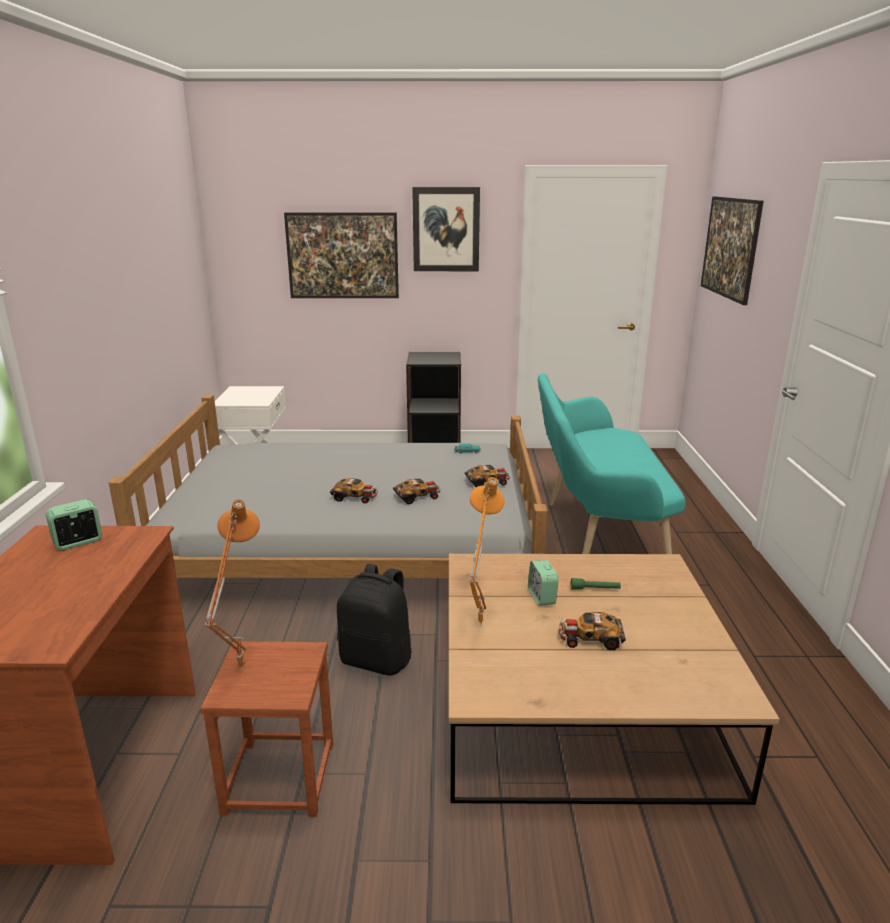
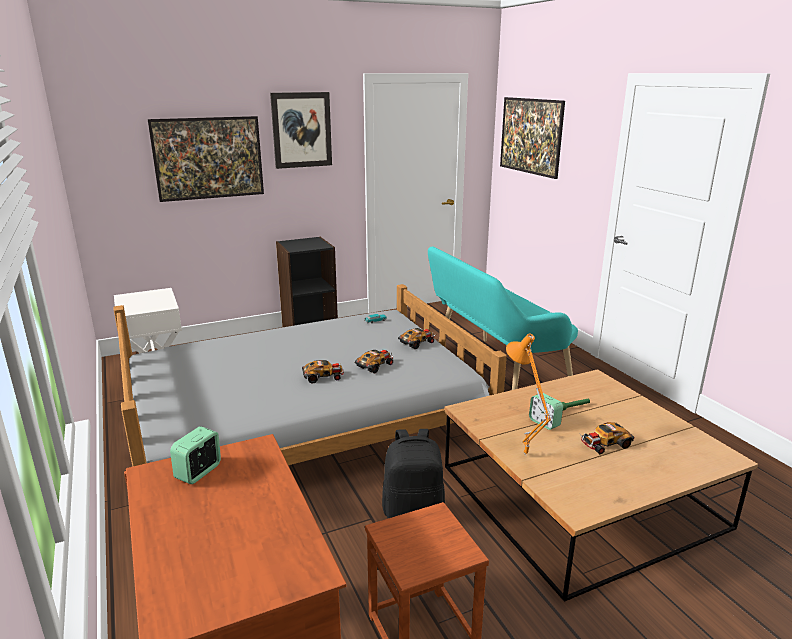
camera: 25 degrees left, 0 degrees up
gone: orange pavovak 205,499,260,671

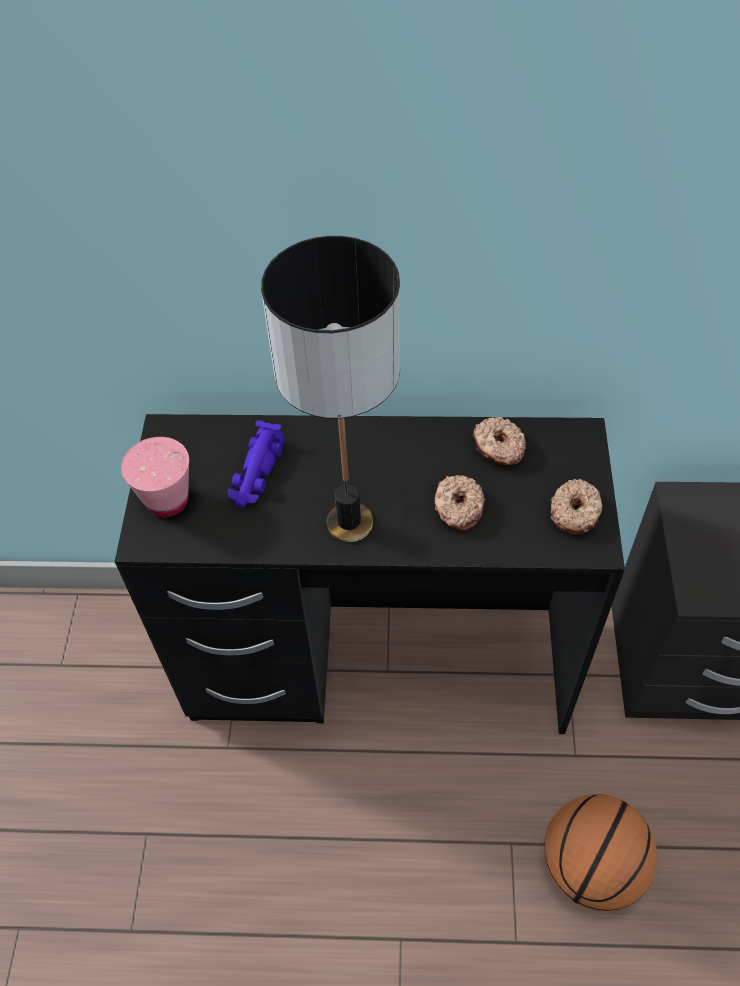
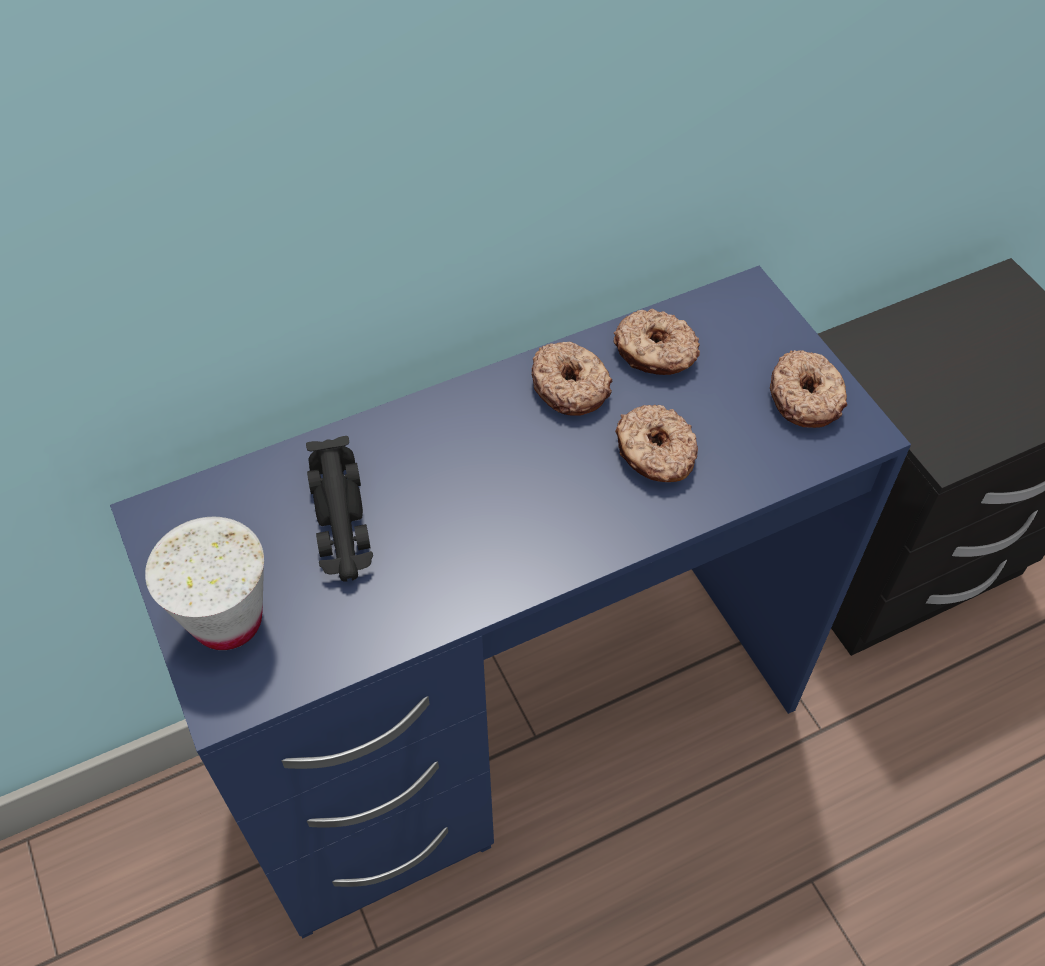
camera: 30 degrees left, 0 degrees up
gone: pavovak 261,236,400,542; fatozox 544,794,658,912
new: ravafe 532,341,612,416
repainted: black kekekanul 115,414,625,734 to blue kekekanul 110,266,911,938; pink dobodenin 121,437,189,517 to white dobodenin 145,517,264,650; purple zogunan 227,420,285,507 to black zogunan 306,436,373,582

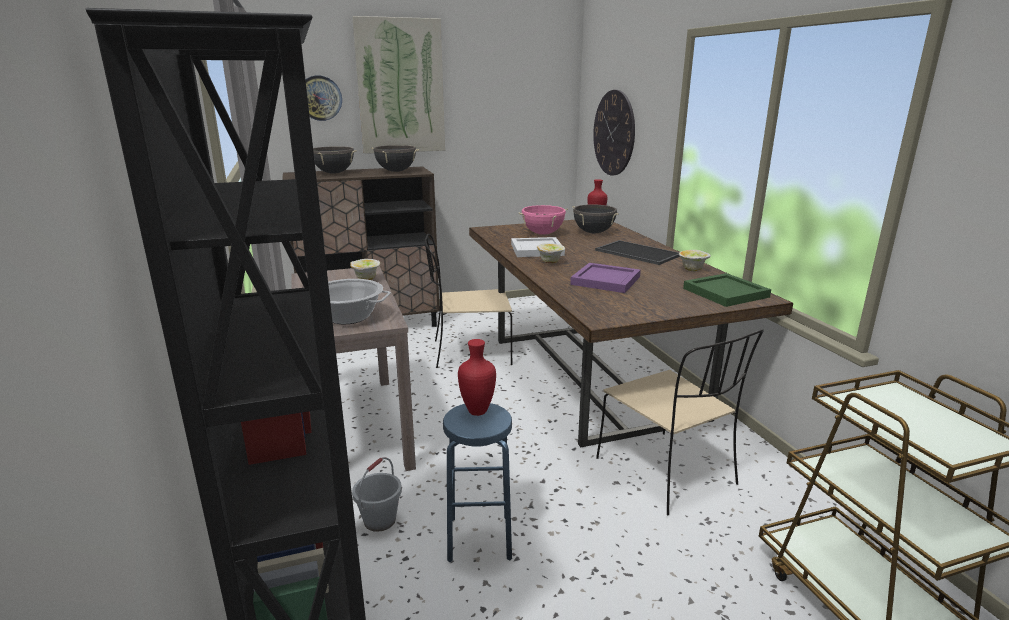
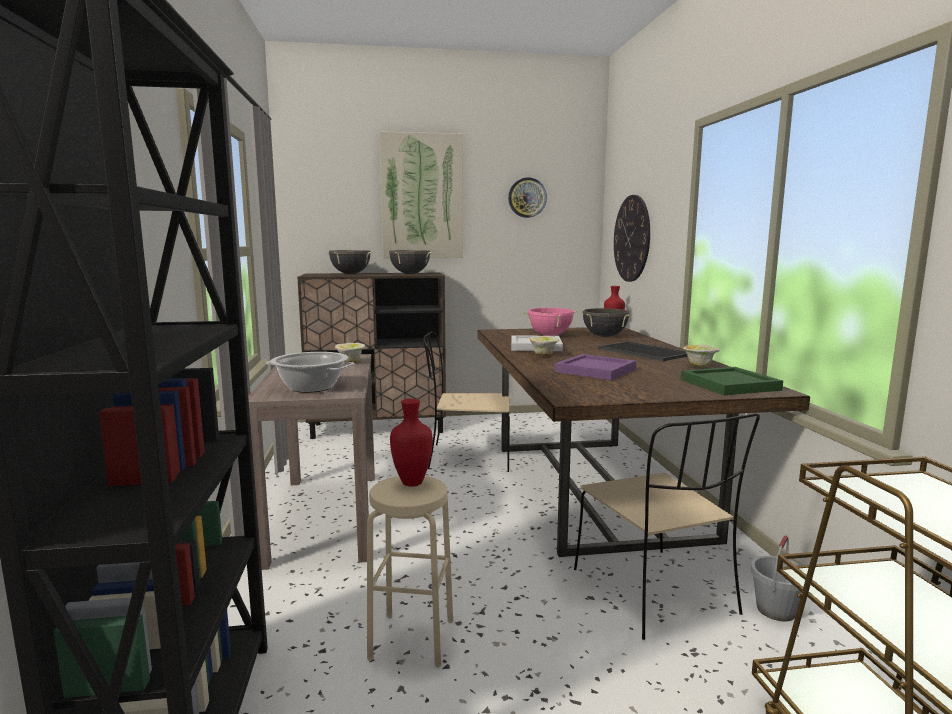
camera: 10 degrees right, 10 degrees down
shifted: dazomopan 305,76,342,121 to 508,177,547,218; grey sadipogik 352,457,402,532 to 751,535,802,621
repainted: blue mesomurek 443,403,512,562 to beige mesomurek 367,476,453,668

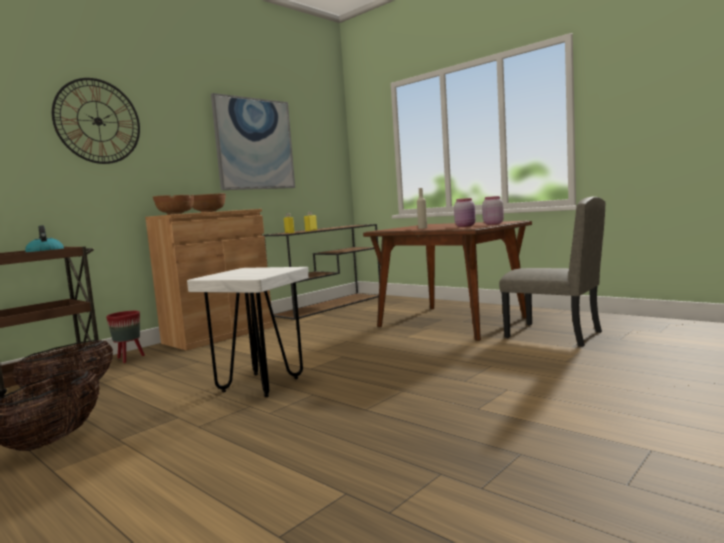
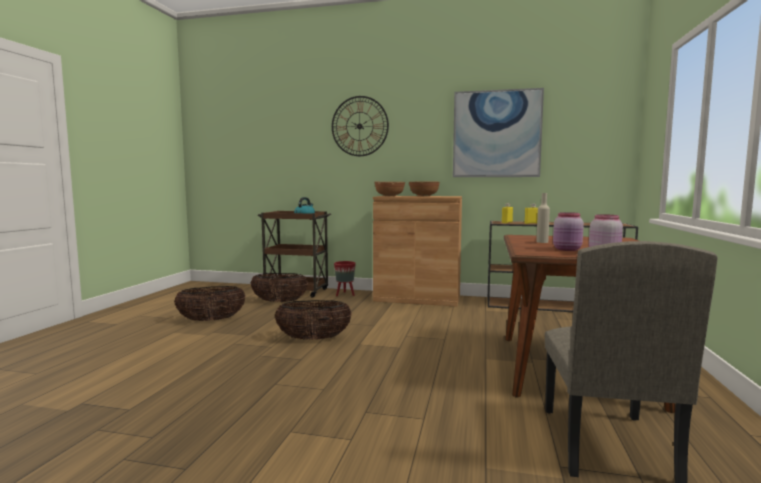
camera: 60 degrees right, 0 degrees up
swapped: white mesomurek 187,267,309,397 to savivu 275,300,352,340

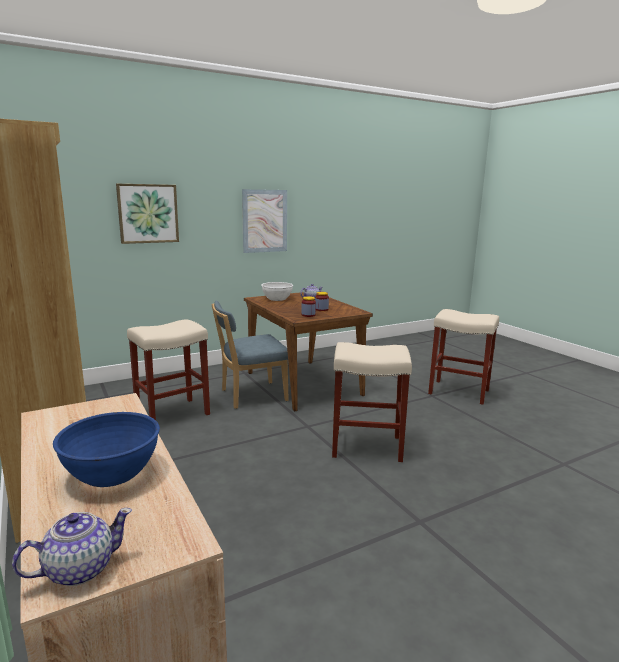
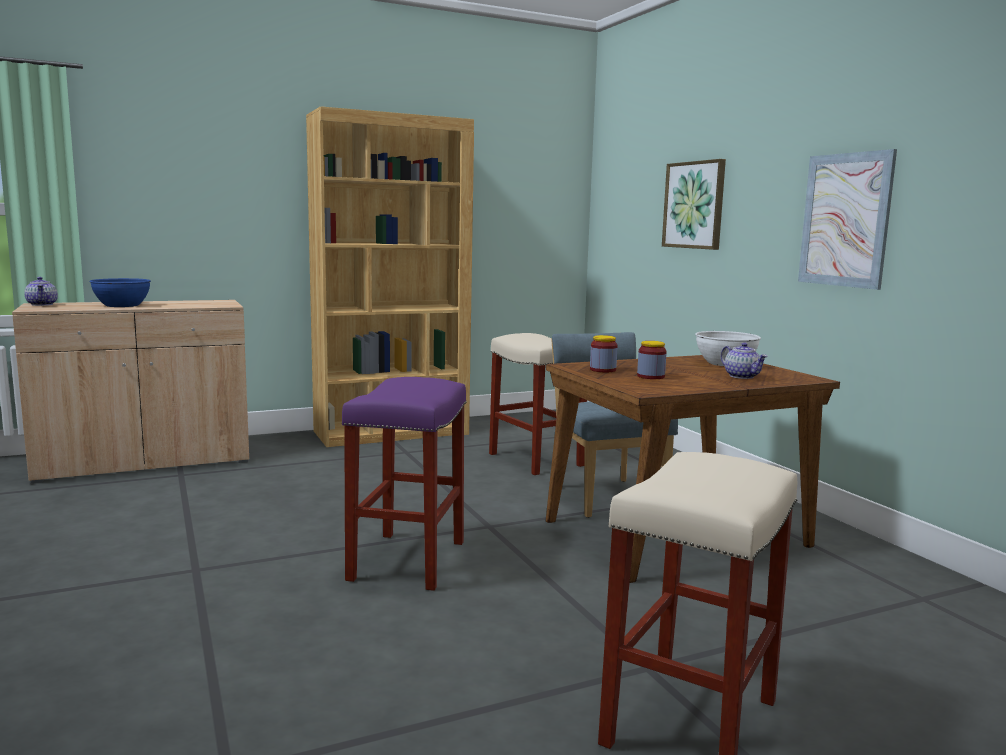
camera: 95 degrees right, 5 degrees down
repainted: beige mesomurek 332,342,412,462 to purple mesomurek 342,377,467,591

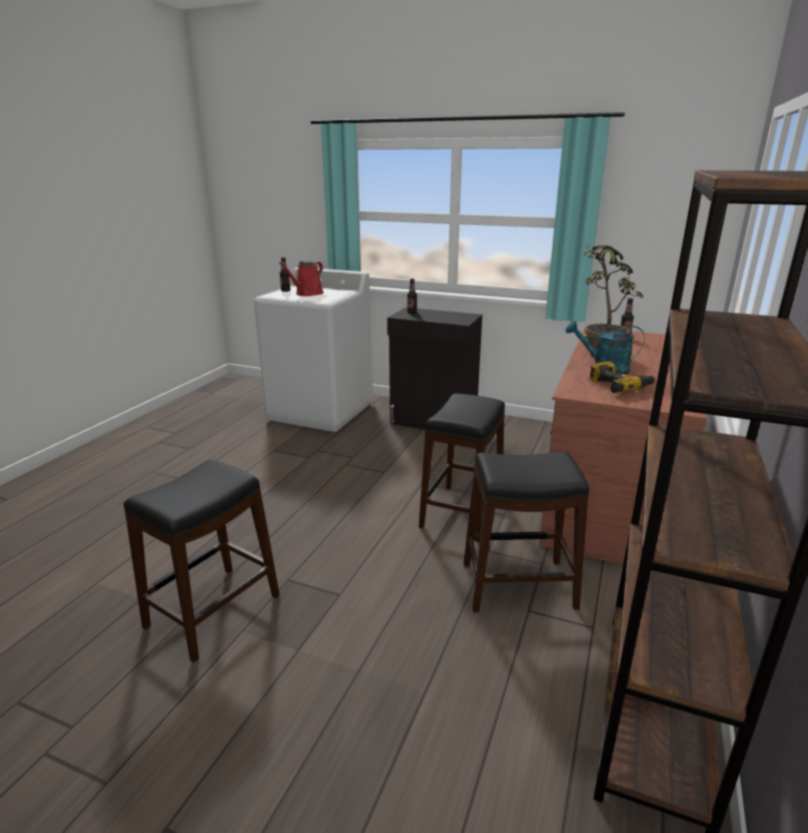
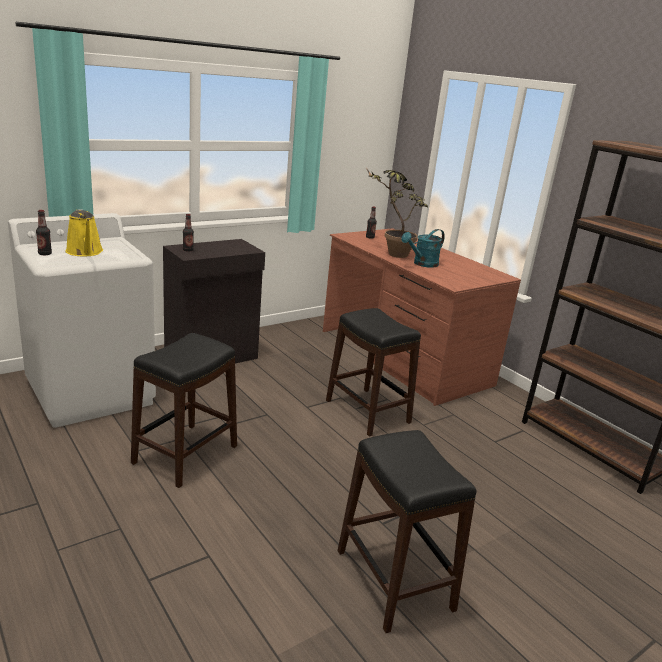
camera: 60 degrees left, 0 degrees up
gone: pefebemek 590,361,656,393
shifted: black mesomurek 463,451,589,612 to 131,333,237,488
repainted: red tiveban 279,261,324,296 to yellow tiveban 65,209,103,256

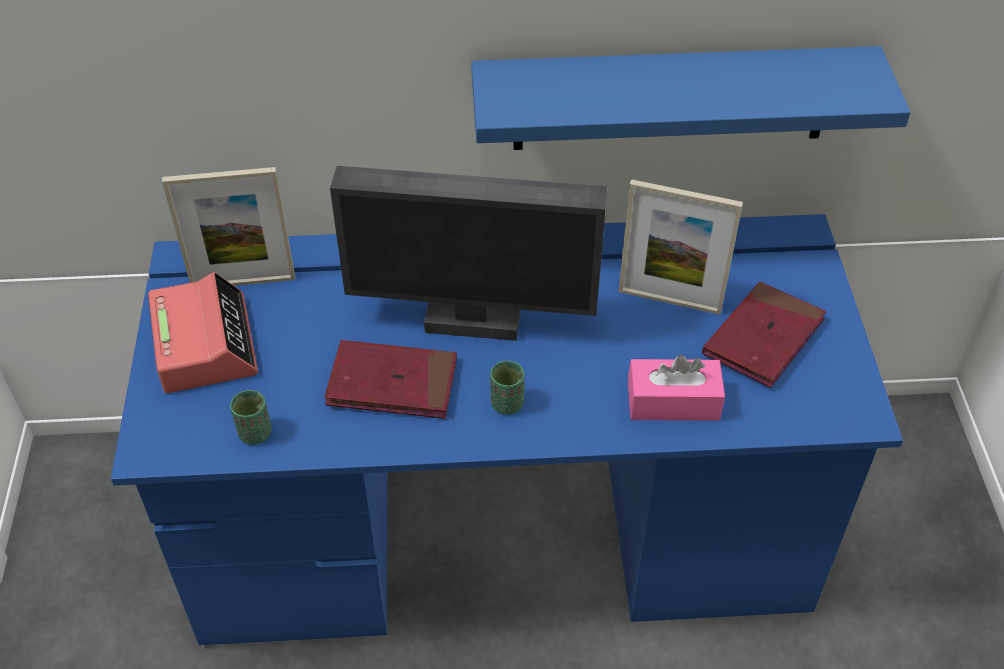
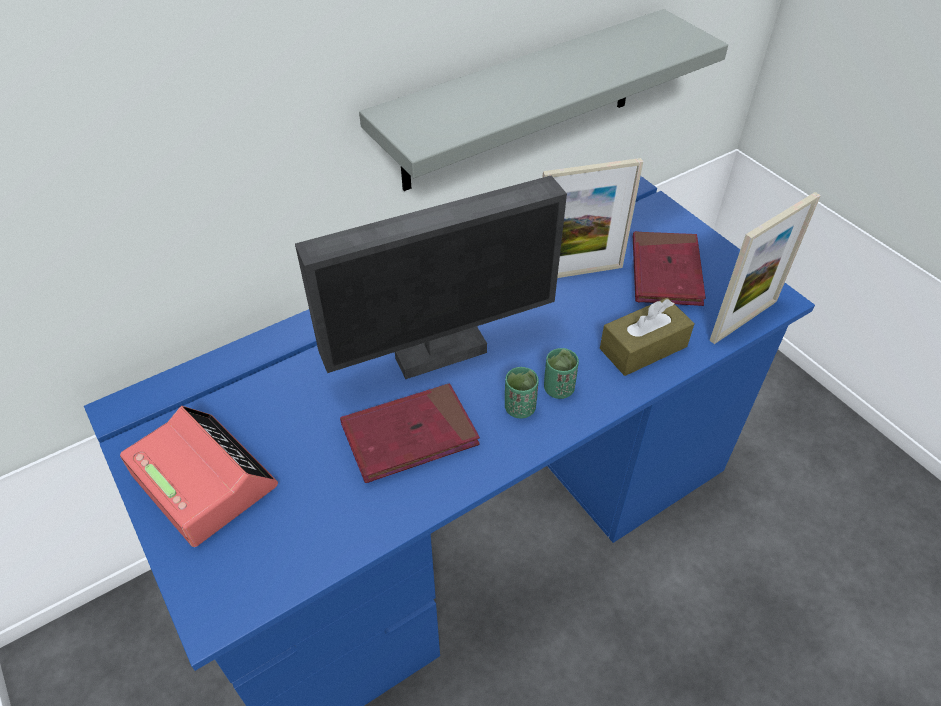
camera: 30 degrees left, 0 degrees up
shifted: green dobodenin 230,390,272,445 to 544,348,579,399; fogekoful 162,167,295,286 to 709,192,821,344
repainted: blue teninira 471,46,911,150 to grey teninira 359,9,728,191; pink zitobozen 628,355,725,421 to brown zitobozen 600,298,694,376

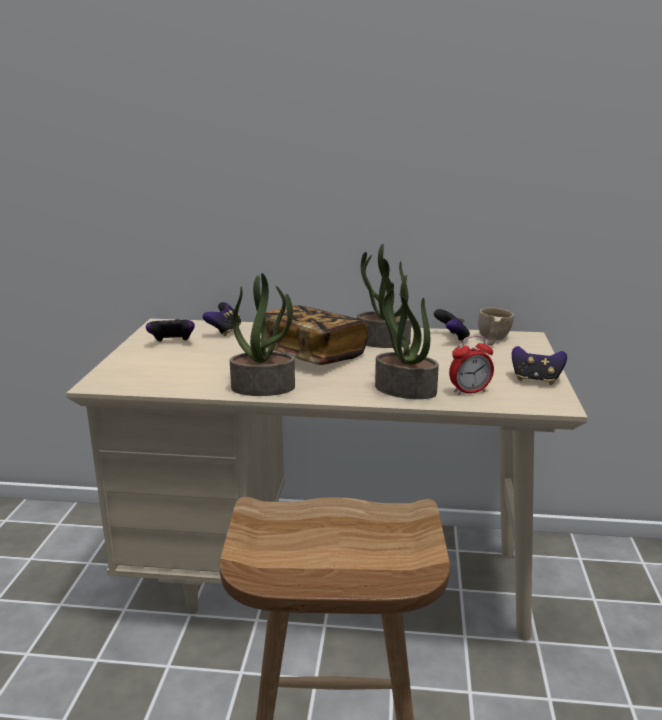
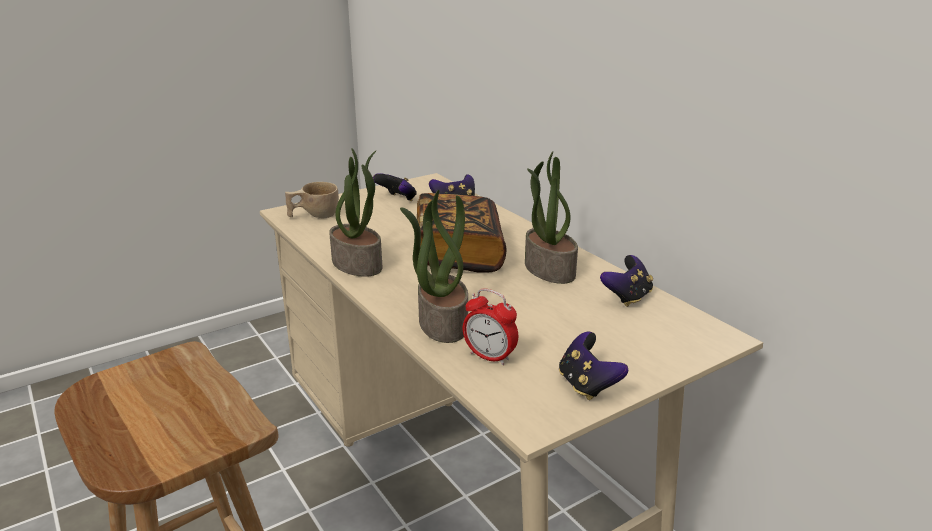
camera: 50 degrees right, 5 degrees up
shifted: beige dobodenin 478,307,514,346 to 285,182,339,218

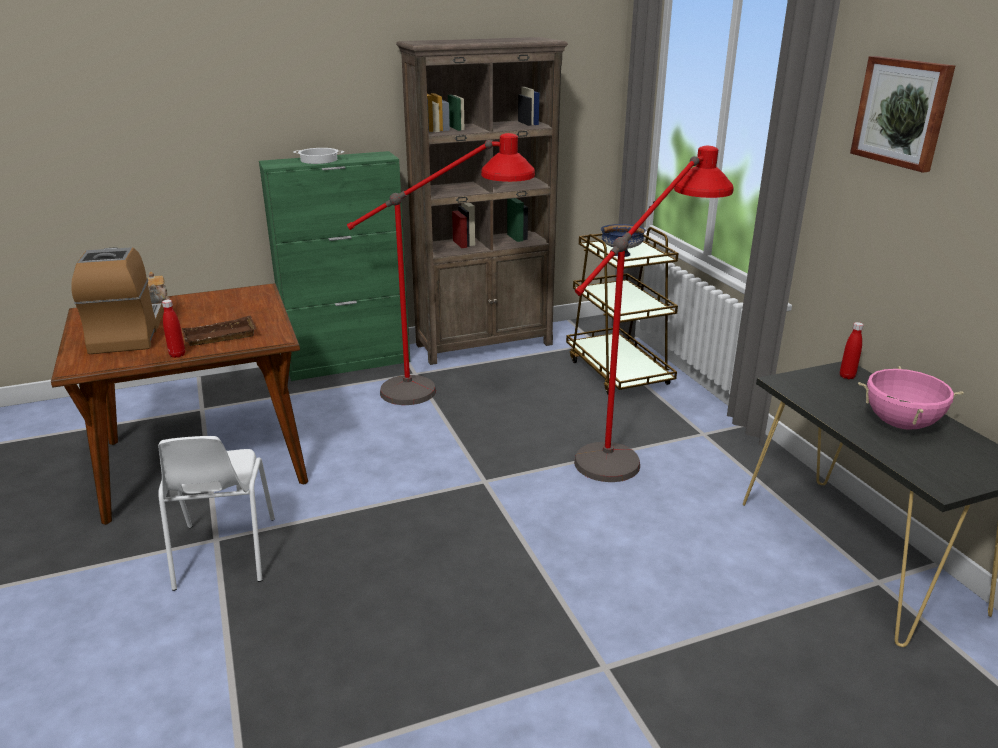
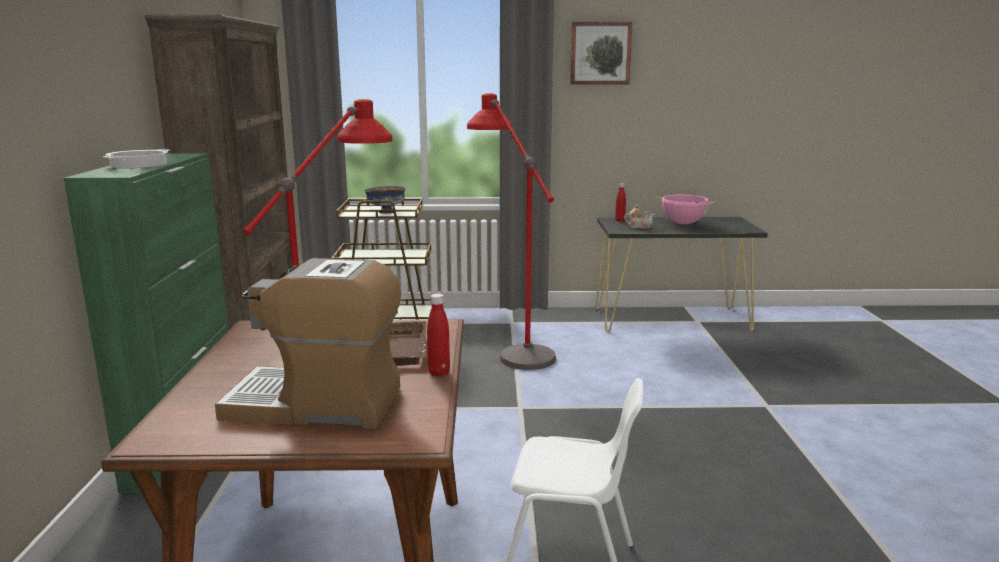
camera: 70 degrees left, 10 degrees down
shifted: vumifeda 148,272,170,304 to 624,204,655,229

